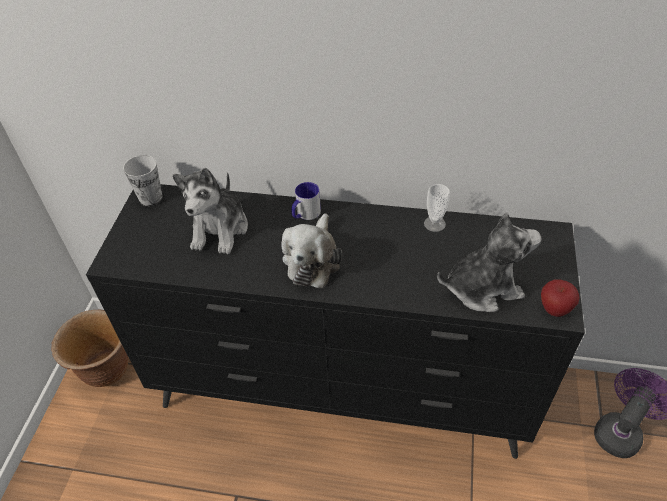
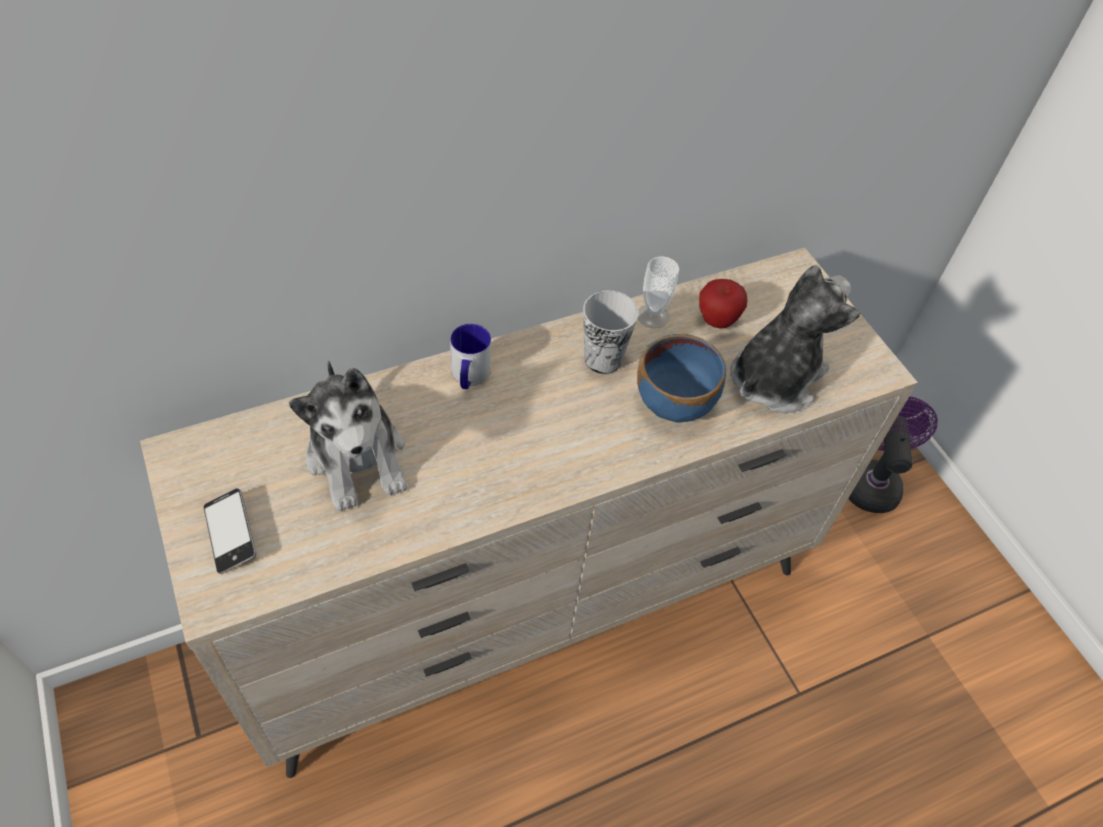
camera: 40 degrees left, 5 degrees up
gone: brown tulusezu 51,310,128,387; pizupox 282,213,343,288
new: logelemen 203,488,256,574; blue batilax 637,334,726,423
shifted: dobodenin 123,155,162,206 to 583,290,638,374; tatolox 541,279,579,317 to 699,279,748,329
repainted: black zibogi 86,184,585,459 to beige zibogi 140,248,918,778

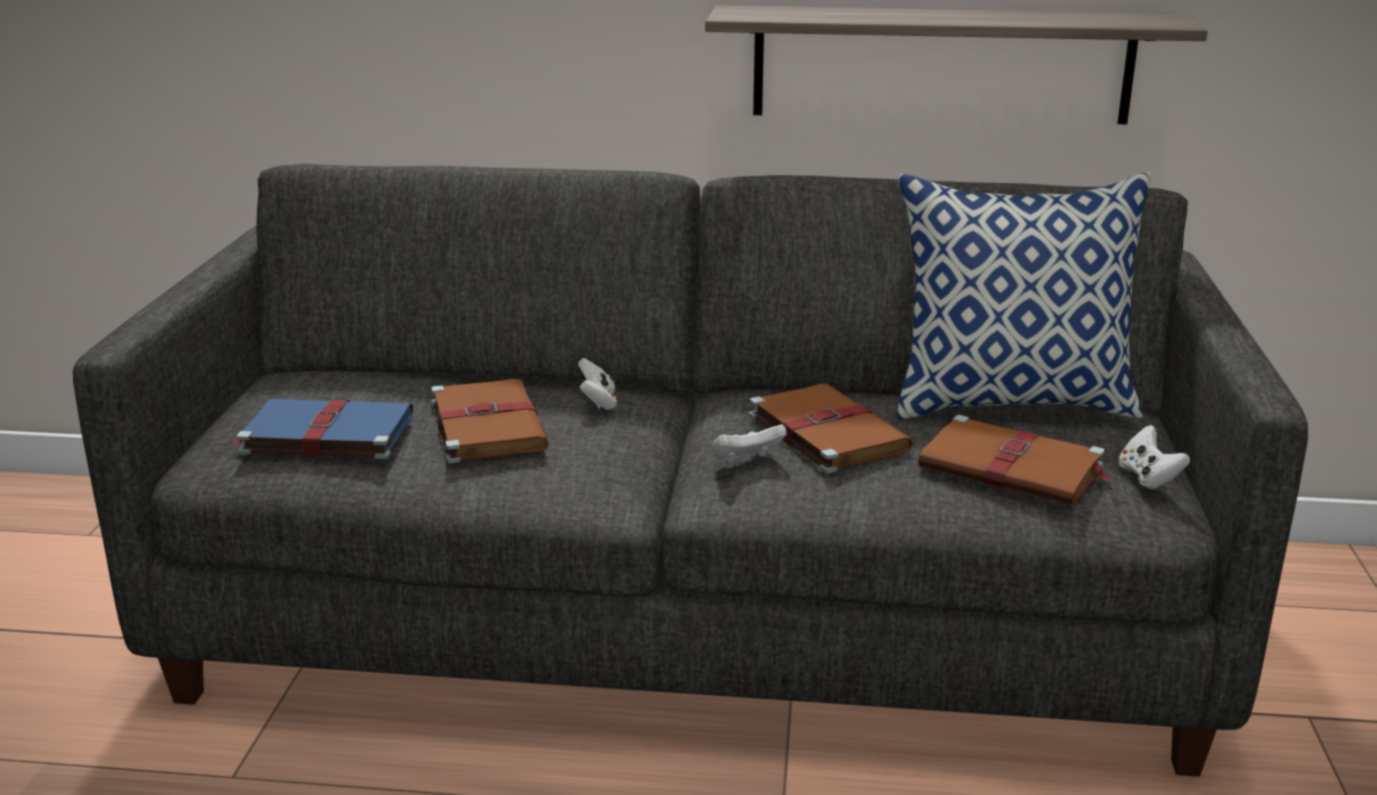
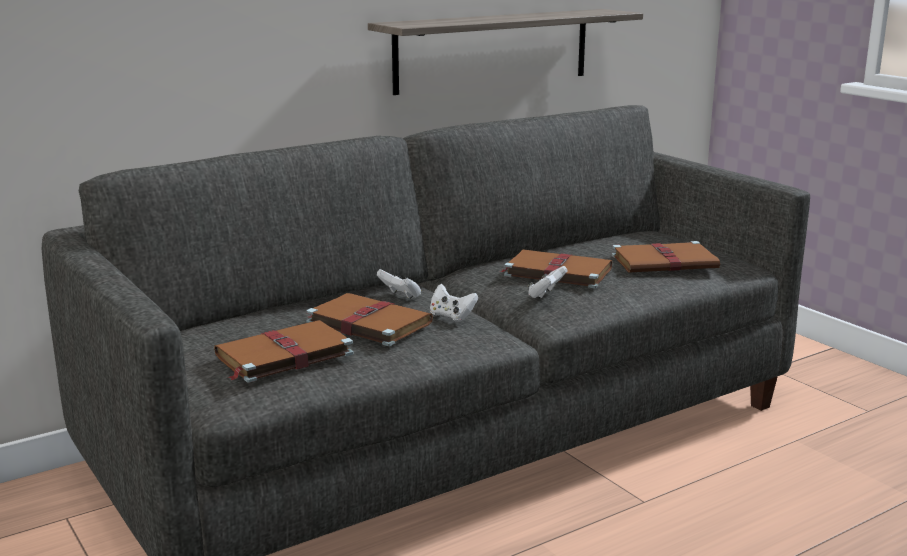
camera: 40 degrees left, 5 degrees down
gone: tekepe 897,172,1151,420
shifted: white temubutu 1119,425,1190,489 to 430,284,478,322
repainted: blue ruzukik 232,399,413,459 to brown ruzukik 214,320,353,383

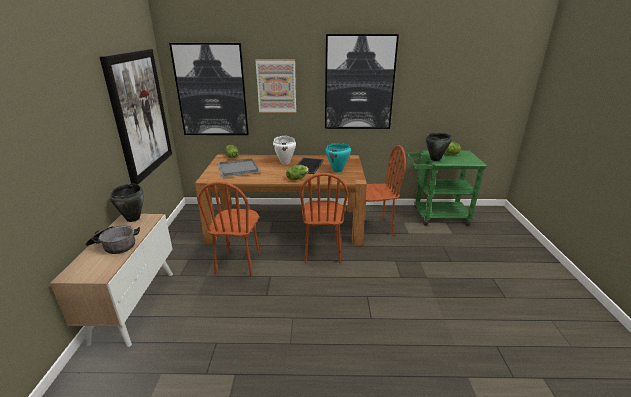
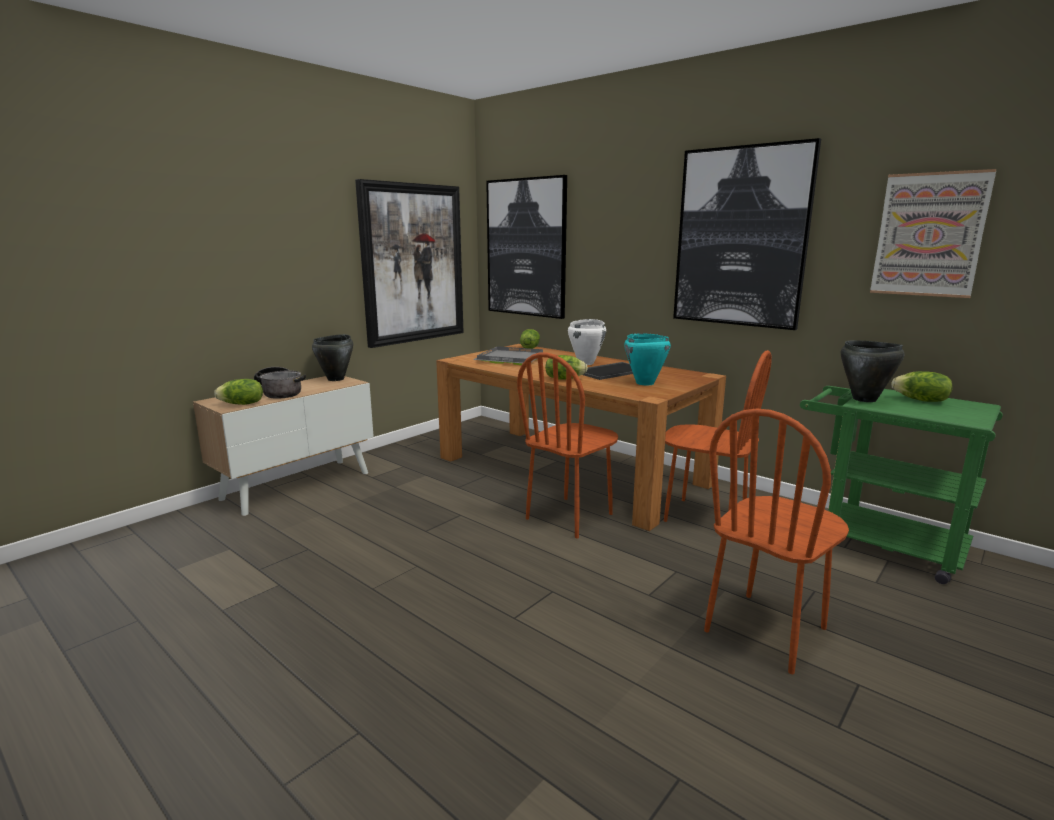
camera: 40 degrees right, 10 degrees down
new: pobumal 214,379,263,405
shifted: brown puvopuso 198,181,260,276 to 704,409,849,674; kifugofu 255,59,296,113 to 870,169,996,298

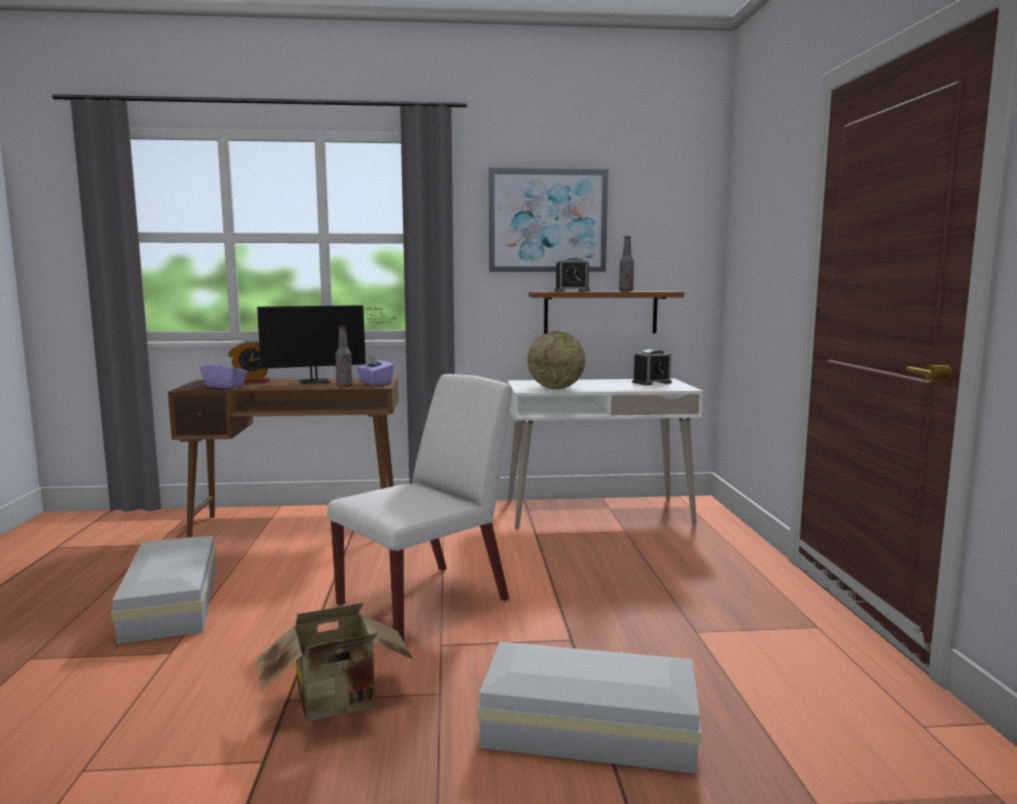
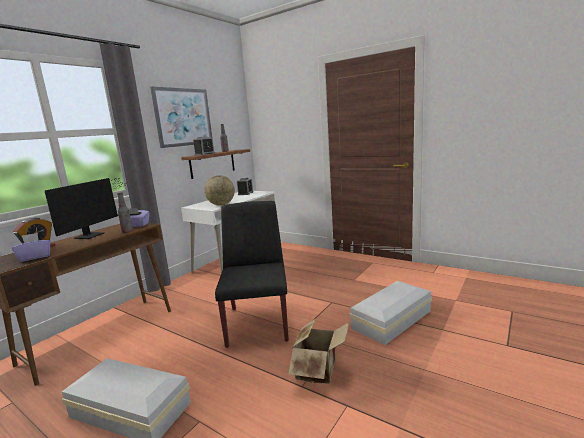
camera: 50 degrees left, 5 degrees up
repainted: white puvopuso 327,374,512,641 to black puvopuso 215,201,289,348

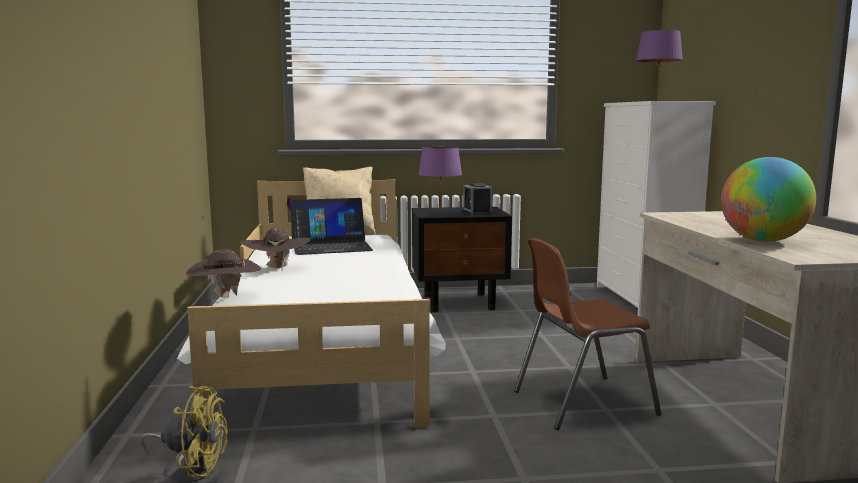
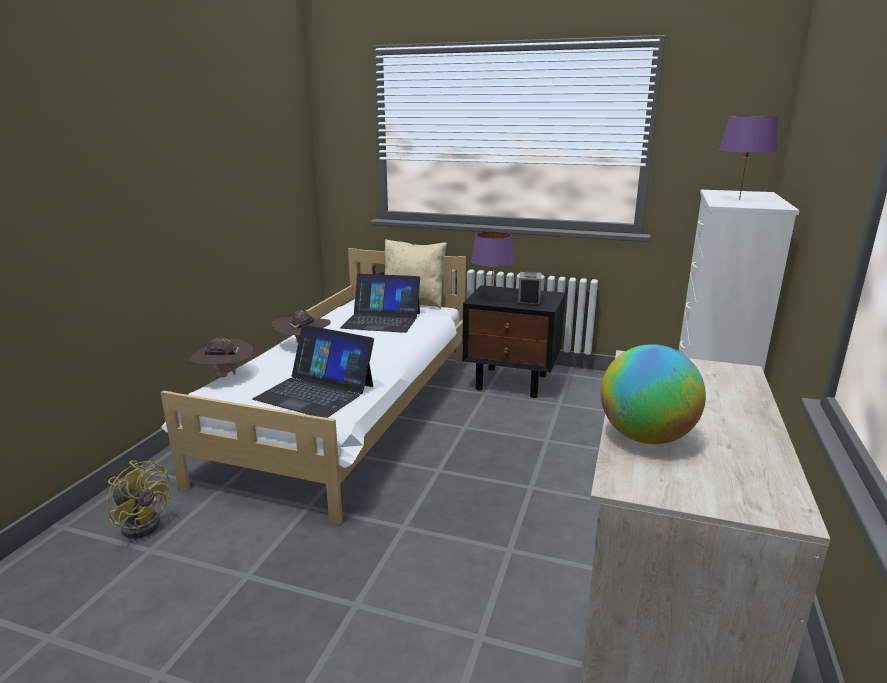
camera: 25 degrees right, 10 degrees up
gone: brown puvopuso 514,238,662,430
new: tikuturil 253,324,374,418

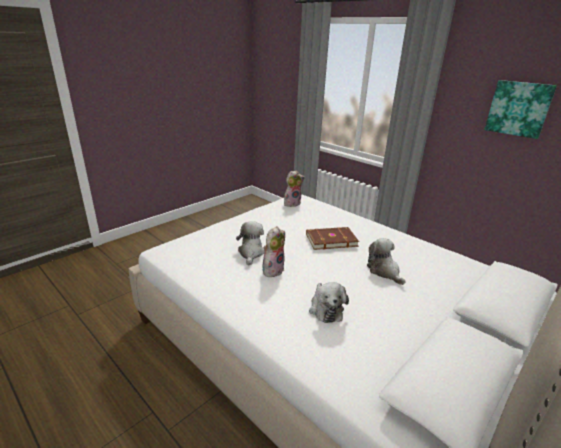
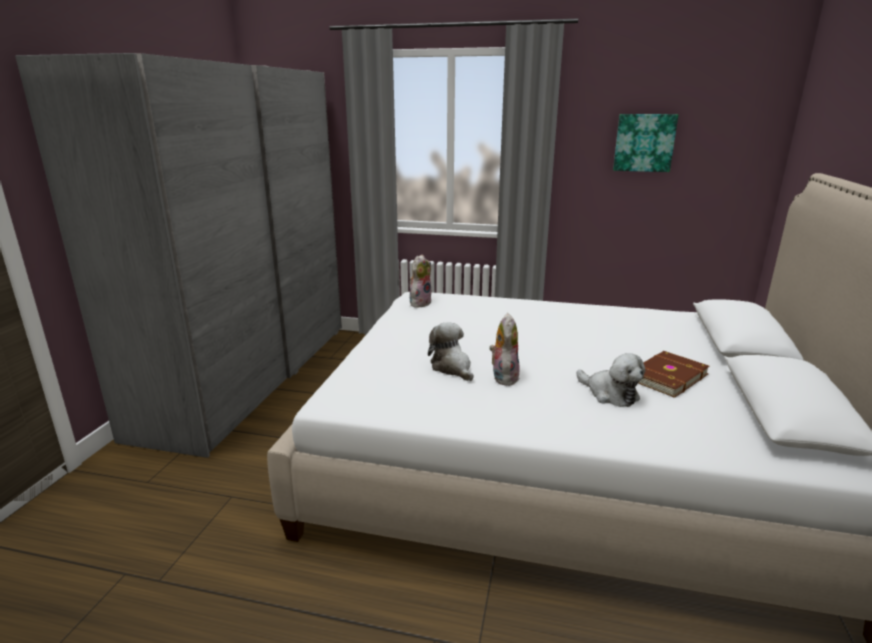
camera: 30 degrees left, 5 degrees down
gone: pizupox 367,238,405,285
new: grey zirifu 15,53,342,458
shifted: brown ruzukik 306,227,359,250 to 638,351,710,398

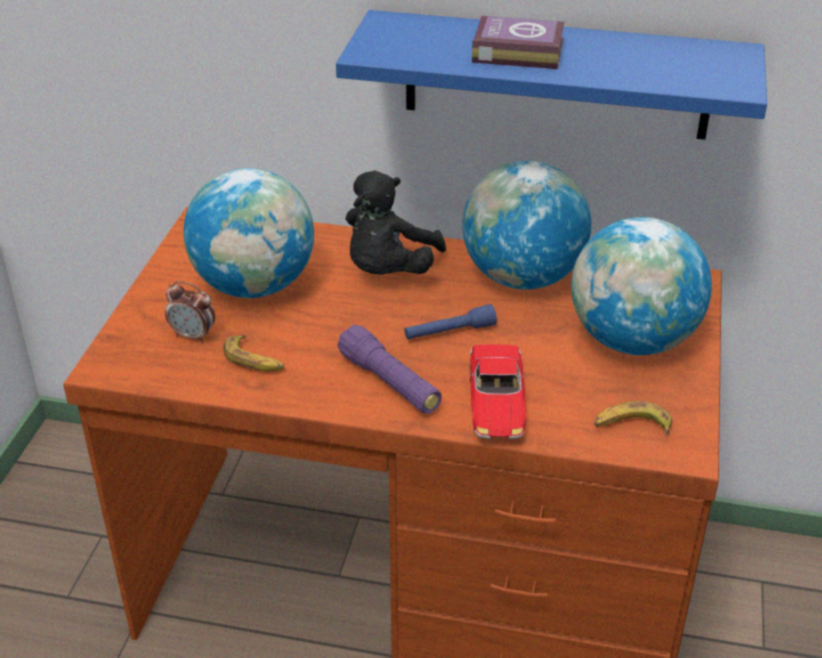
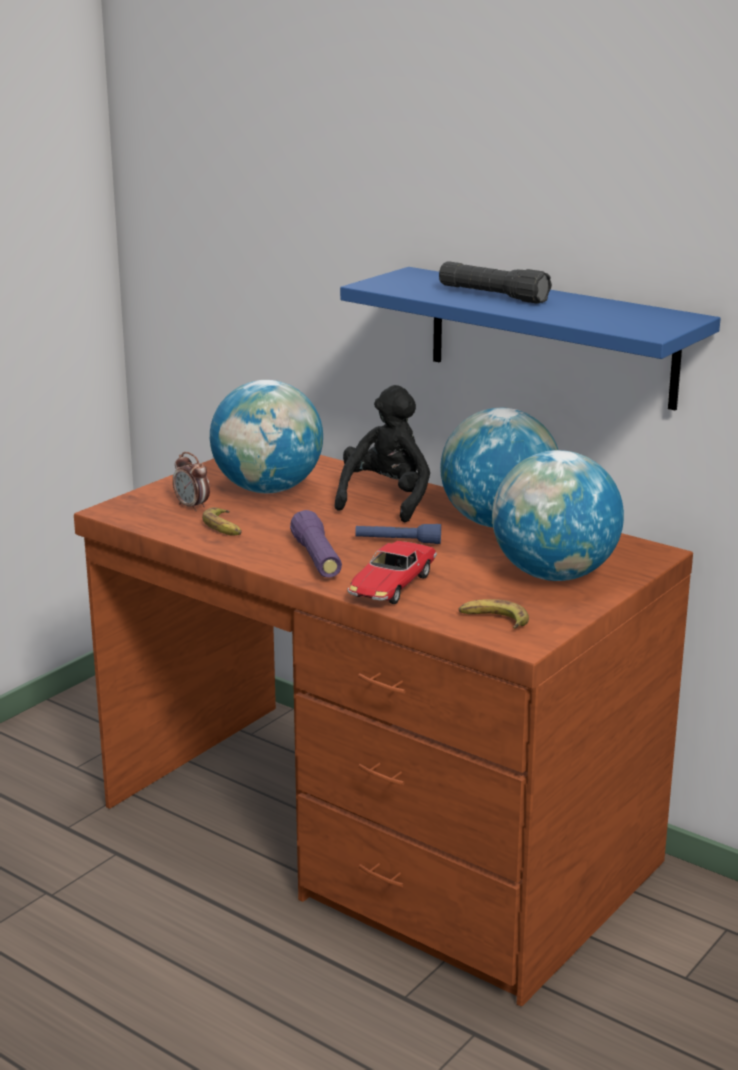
camera: 25 degrees right, 15 degrees down
swapped: ruzukik 472,16,564,69 to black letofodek 439,261,552,304
rotated: black pizupox 345,170,446,275 = 334,385,430,523 150 degrees clockwise

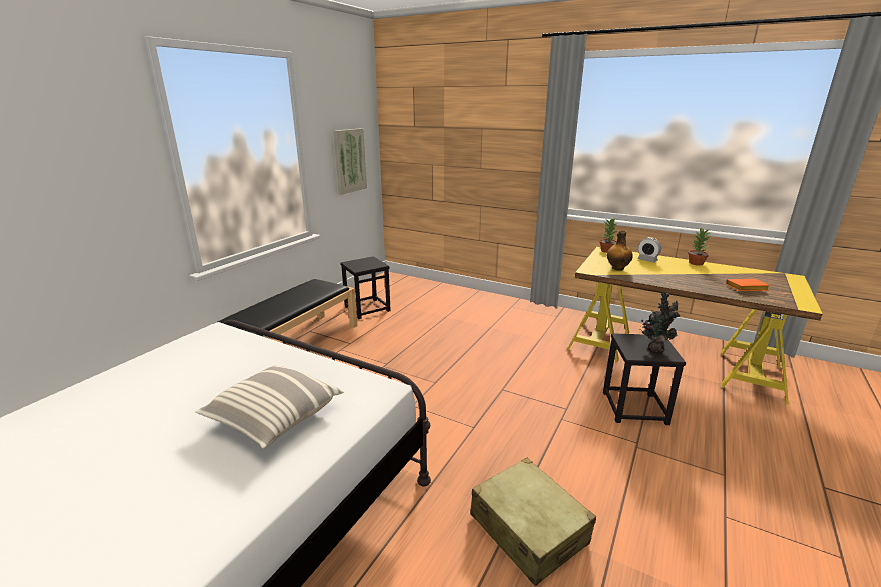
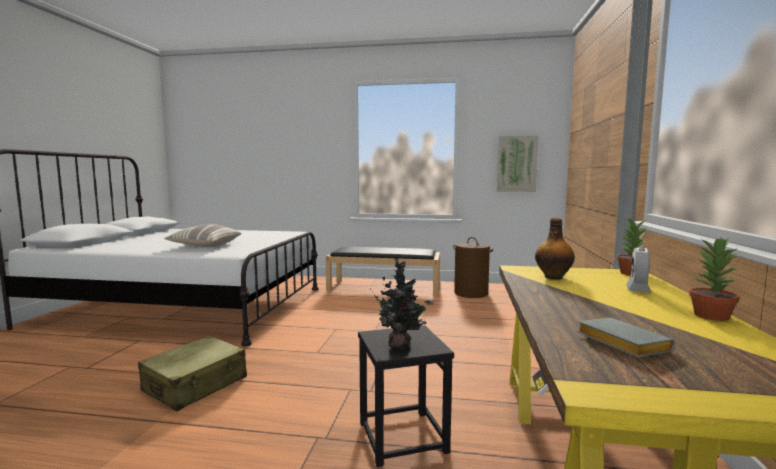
camera: 70 degrees right, 15 degrees down
swapped: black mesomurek 340,256,391,319 to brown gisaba 453,237,493,298
repainted: orange ruzukik 726,279,770,291 to grey ruzukik 577,318,675,357

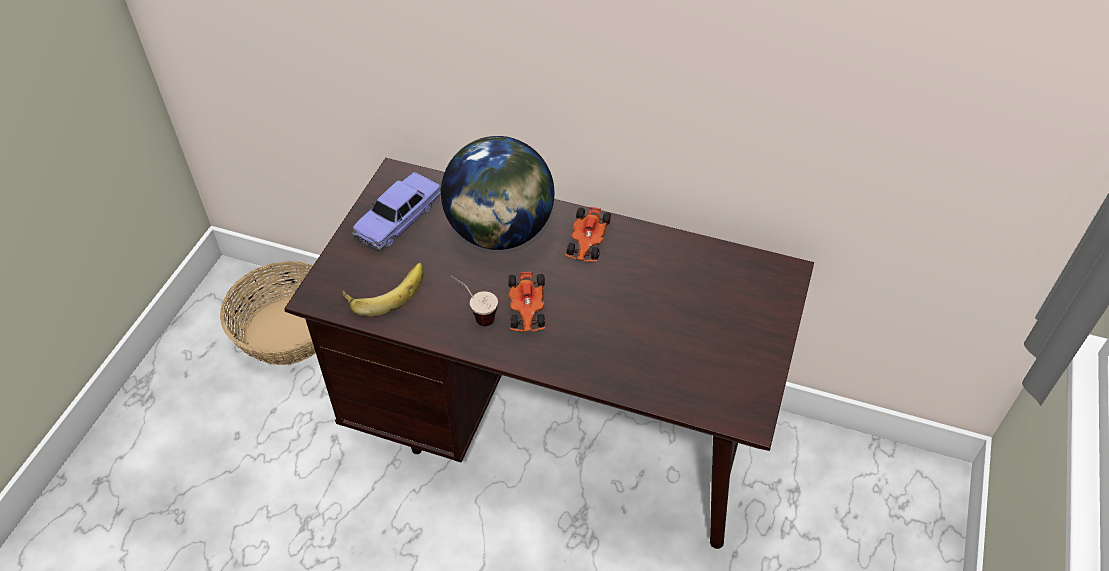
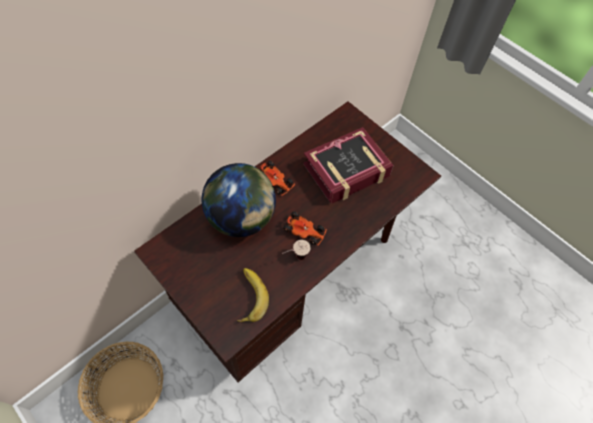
camera: 65 degrees left, 10 degrees up
gone: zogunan 352,172,441,250
new: ruzukik 303,127,394,204

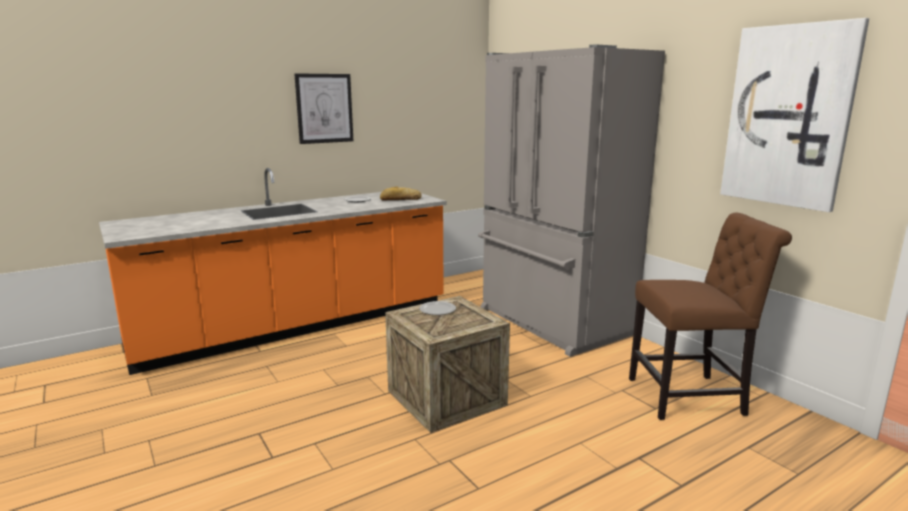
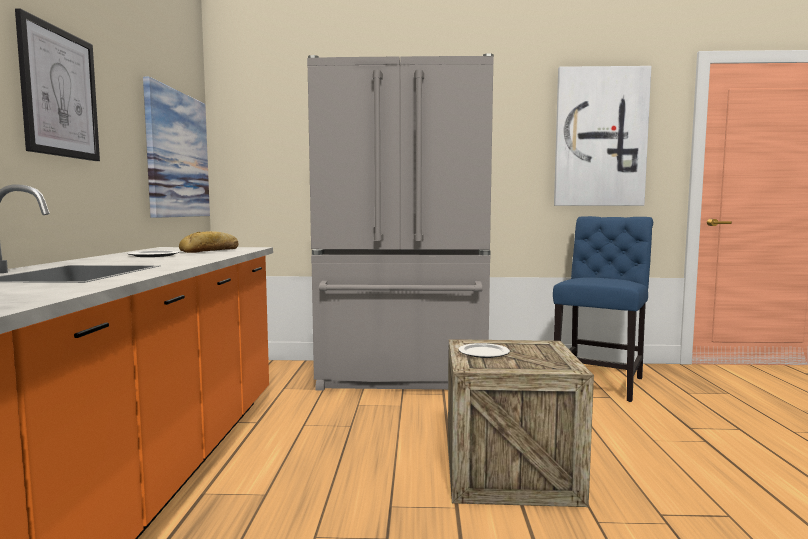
camera: 55 degrees left, 10 degrees down
new: kifugofu 143,77,210,218
repainted: brown puvopuso 629,213,792,420 to blue puvopuso 553,216,653,402

